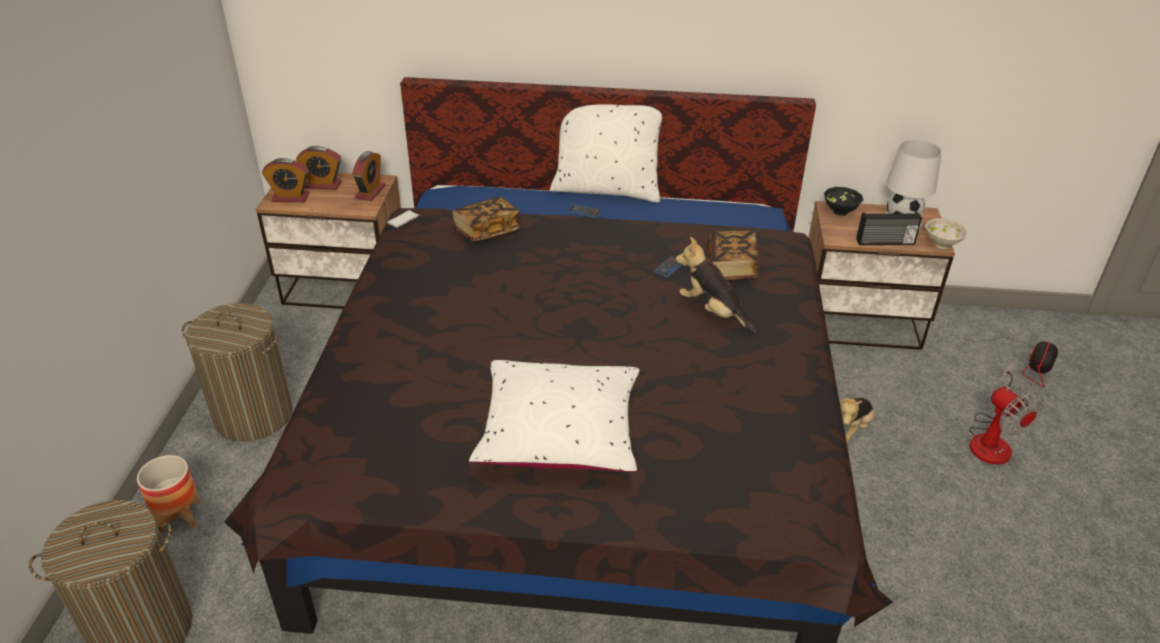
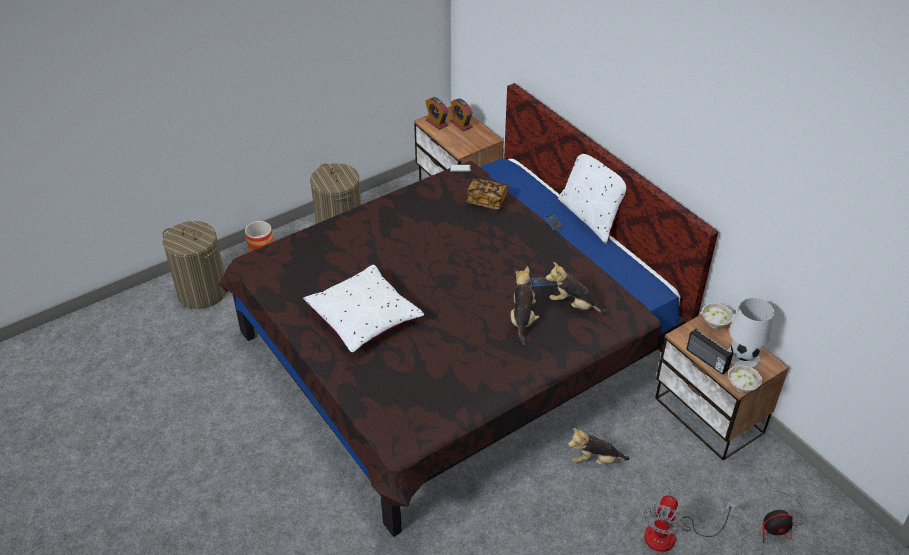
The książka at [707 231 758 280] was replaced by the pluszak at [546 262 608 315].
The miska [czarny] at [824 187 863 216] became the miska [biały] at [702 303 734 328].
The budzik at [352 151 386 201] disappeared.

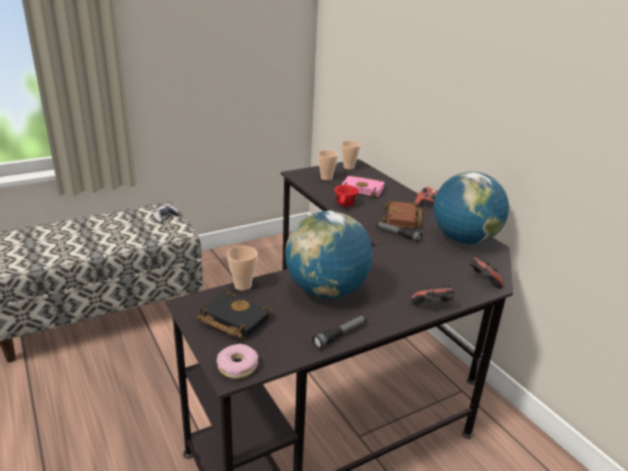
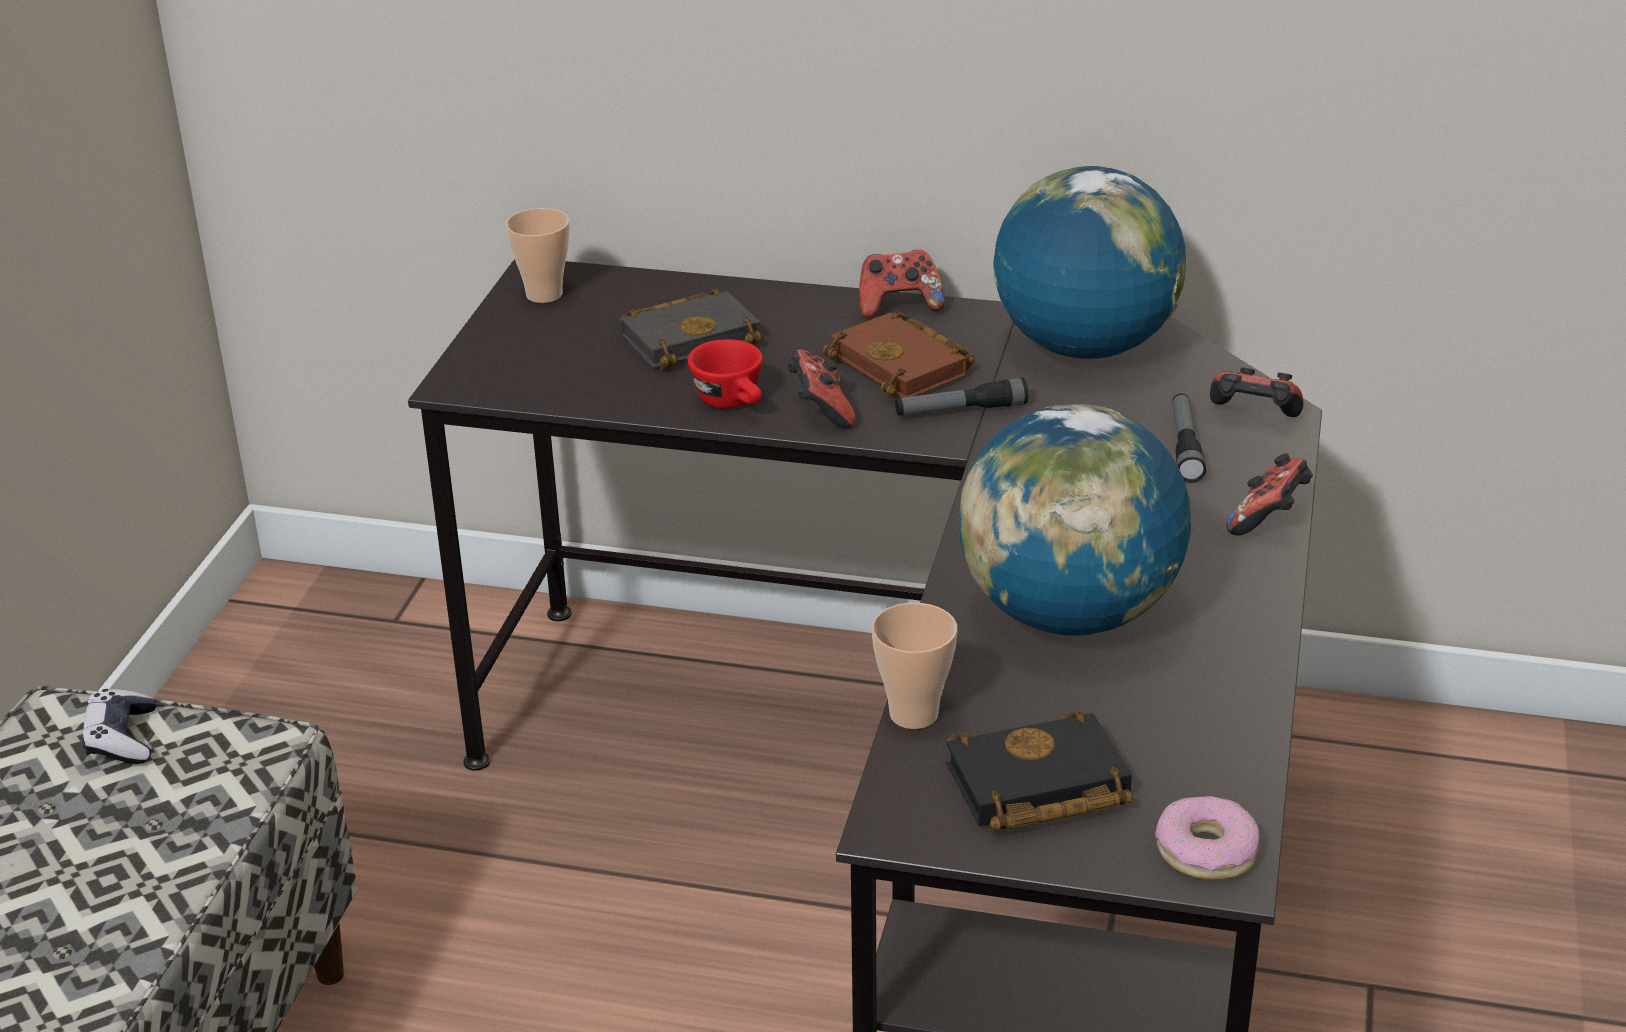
The książka [różowy] at [341 174 385 197] became the książka [czarny] at [620 288 762 370].
The pad do gier at [787 350 855 429] appeared.
The latarka moved from [312 315 367 349] to [1172 393 1206 483].
The filiżanka at [318 150 338 181] disappeared.

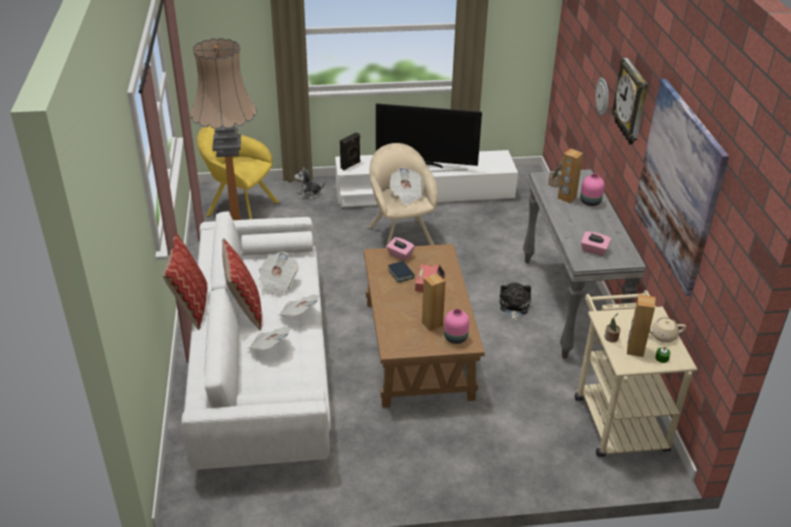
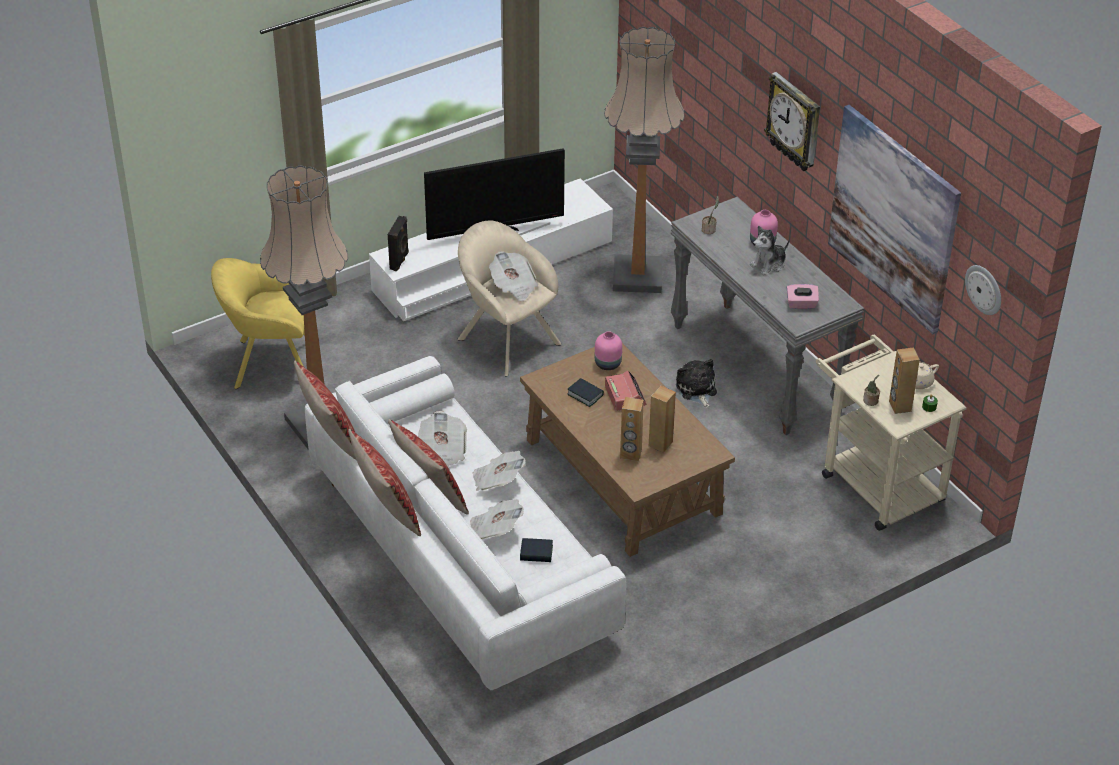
The poduszka at [294 361 356 460] appeared.
The książka at [520 538 553 562] appeared.
The wazon [różowy] moved from [444 309 469 344] to [595 331 622 370].
The lampa stojąca at [604 27 685 293] appeared.
The głośnik [brązowy] moved from [558 149 583 203] to [620 397 644 461].
The pluszak moved from [294 167 325 200] to [750 226 789 275].
The zegar ścienny moved from [595 78 609 116] to [965 265 1001 315].
The pudełko chusteczek [różowy] at [387 237 415 261] disappeared.

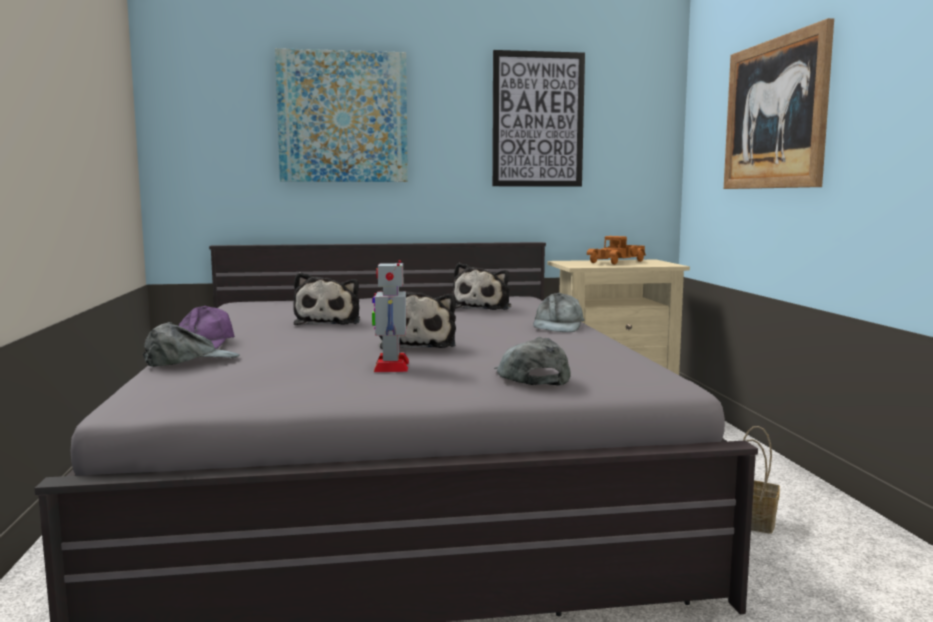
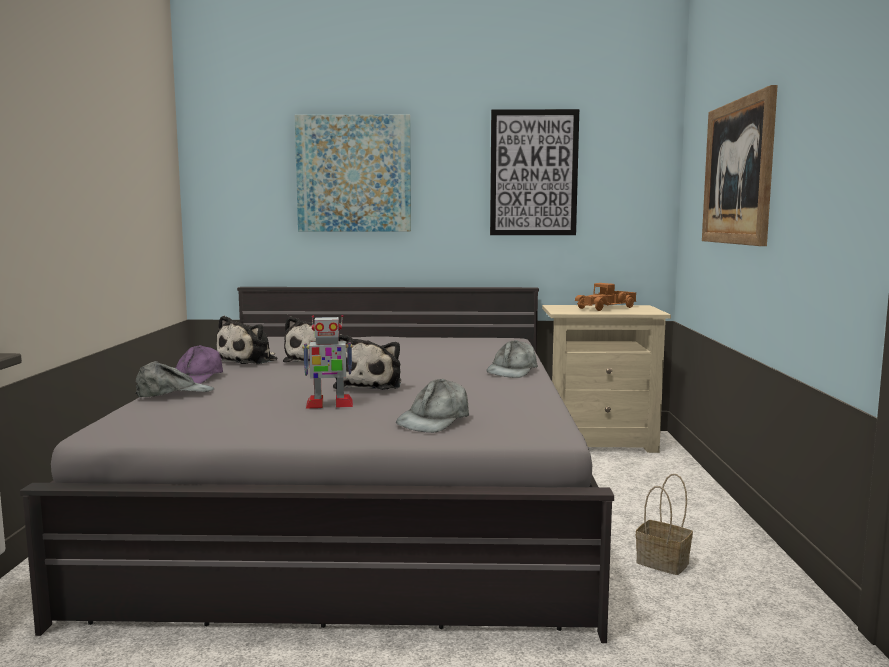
The pluszak moved from [453 263 511 310] to [217 316 277 364].
The robot zabawkowy at [372 260 409 372] turned 105 degrees counterclockwise.
The czapka z daszkiem [szary] at [494 337 571 386] turned 150 degrees counterclockwise.

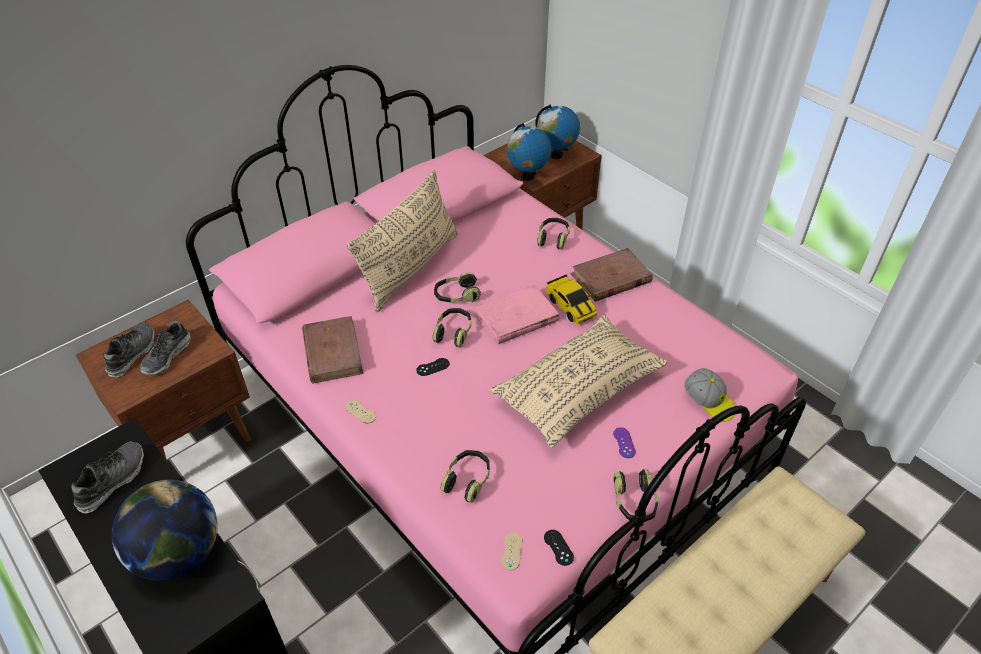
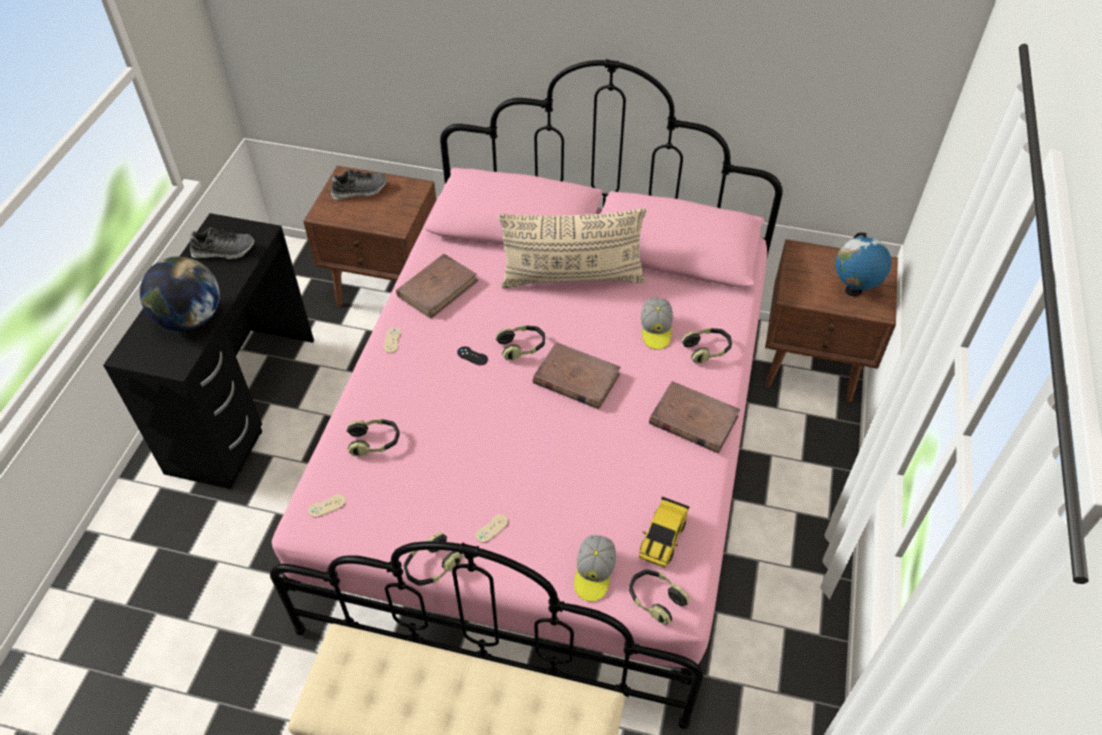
The pad do gier [fioletowy] at [613 427 636 458] became the pad do gier [beżowy] at [475 514 509 543].
The książka [różowy] at [474 285 559 344] became the książka [brązowy] at [533 342 621 409].
The słuchawki moved from [434 272 481 303] to [629 569 690 625].
The samochodzik moved from [546 275 597 324] to [639 497 690 568].
The czapka z daszkiem at [641 298 673 350] appeared.
The but at [140 321 191 375] disappeared.
The poduszka [beżowy] at [490 315 668 448] disappeared.
The globus at [507 123 551 181] disappeared.
The pad do gier [czarny] at [544 530 574 566] disappeared.

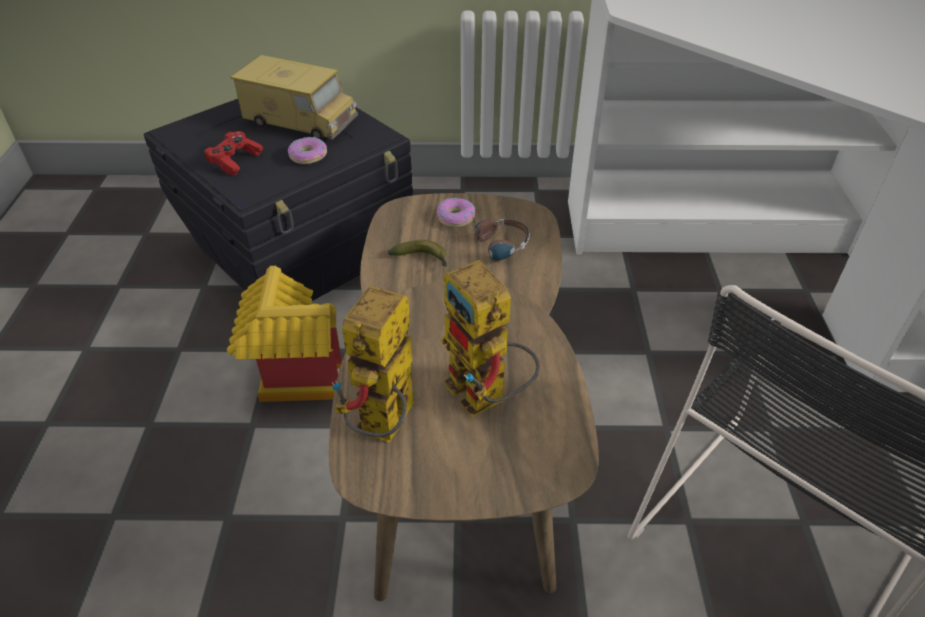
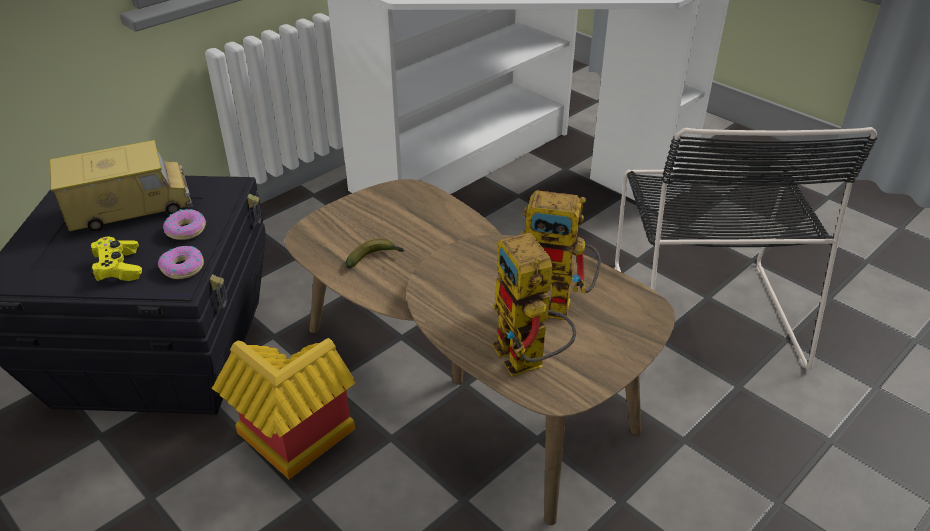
The pad do gier [czerwony] at [204 131 263 176] became the pad do gier [żółty] at [90 236 142 281].
The donut moved from [437 198 475 228] to [158 246 204 279].
The słuchawki at [453 219 530 261] disappeared.

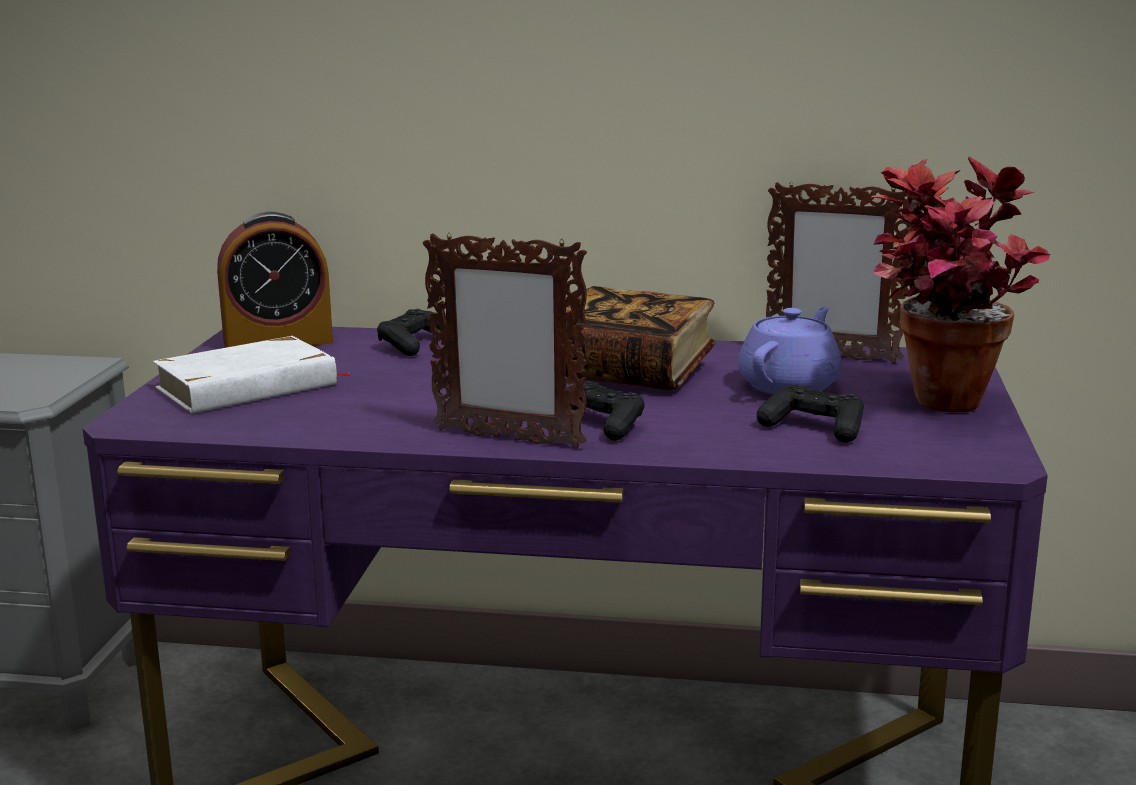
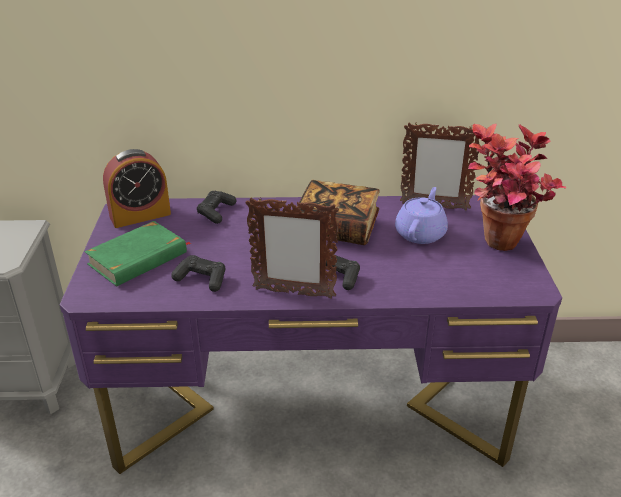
The książka [biały] at [153 336 351 413] became the książka [zielony] at [84 221 191 287].
The pad do gier [czarny] moved from [757 385 864 443] to [171 255 225 292].

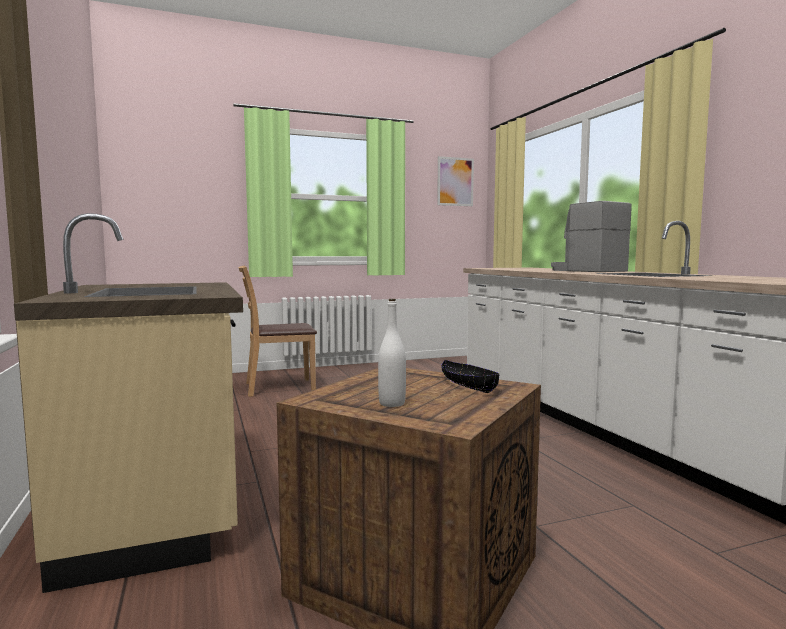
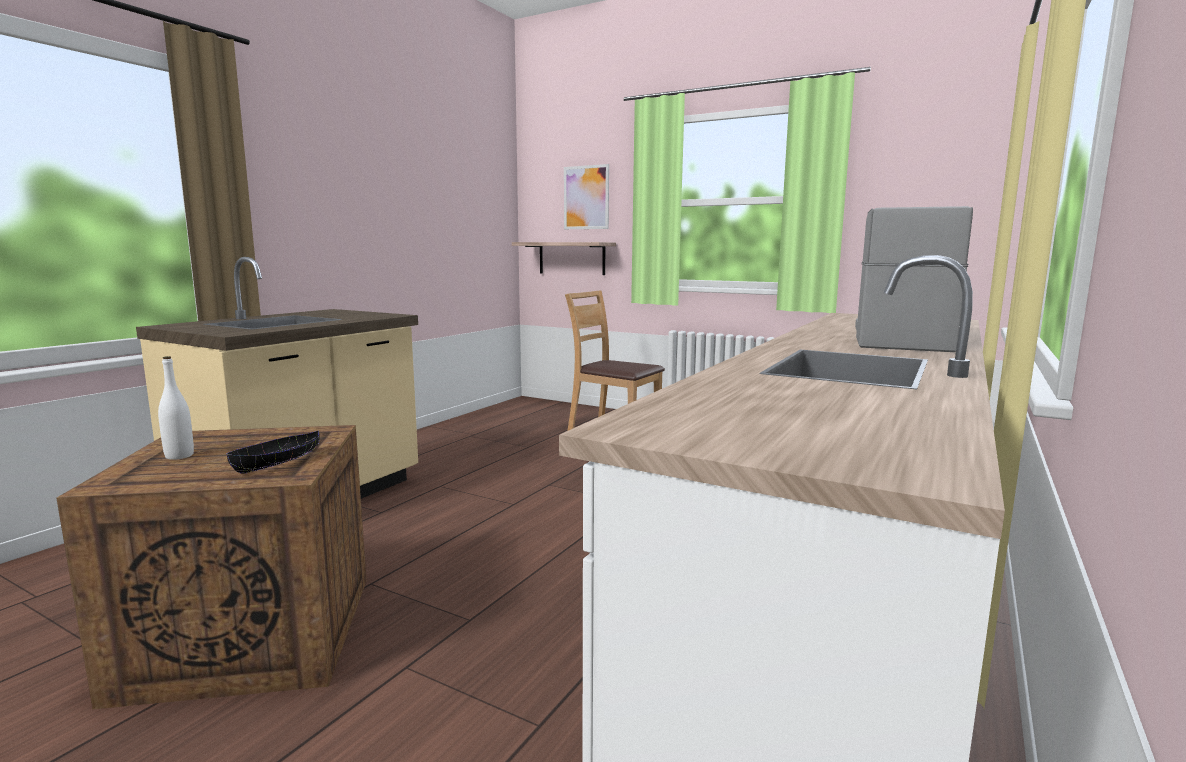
The półka at [512 242 616 275] appeared.
The obraz moved from [437 156 474 206] to [564 164 609 229].

